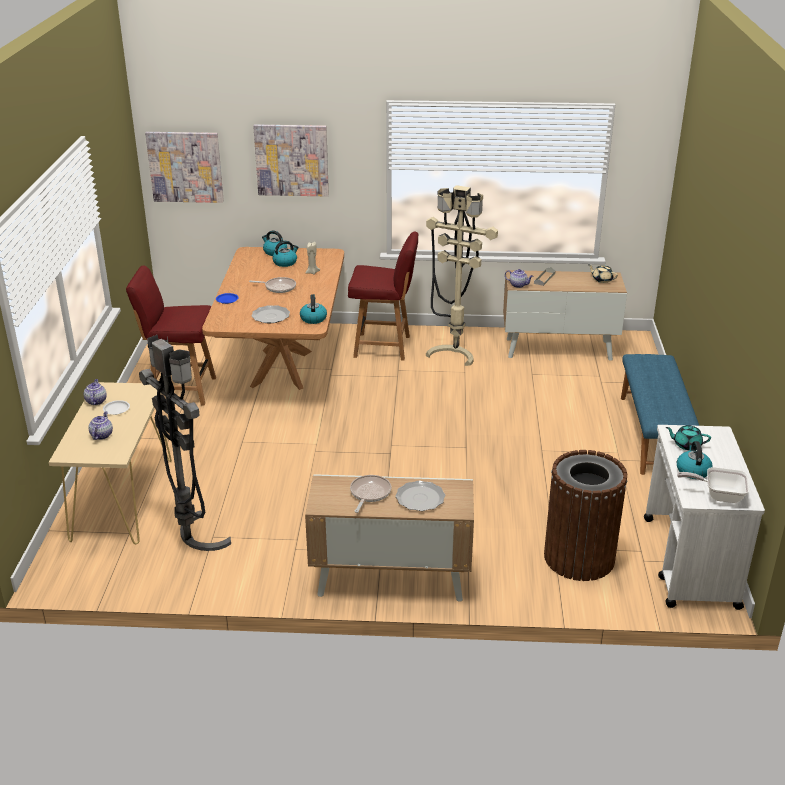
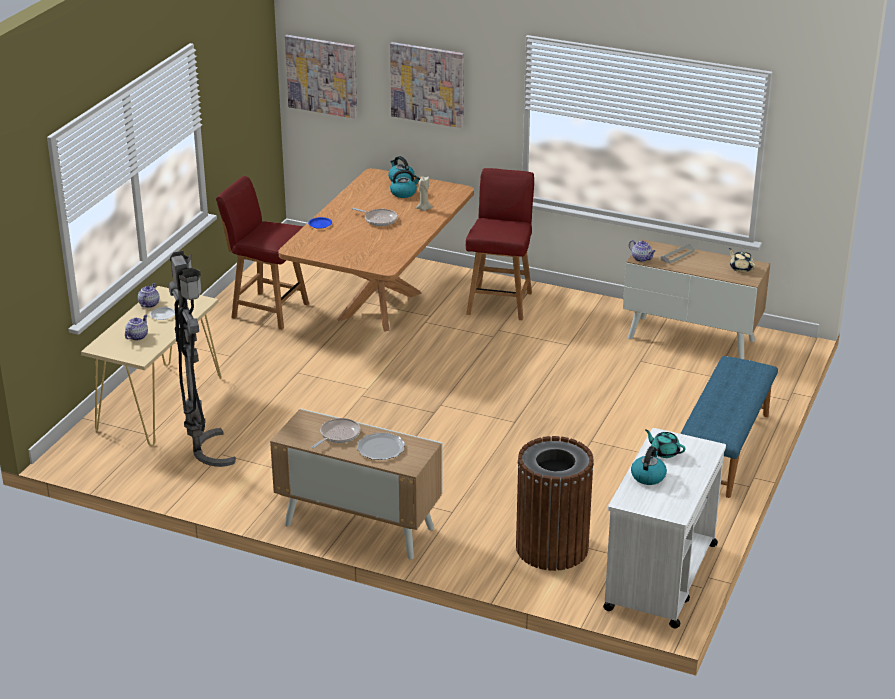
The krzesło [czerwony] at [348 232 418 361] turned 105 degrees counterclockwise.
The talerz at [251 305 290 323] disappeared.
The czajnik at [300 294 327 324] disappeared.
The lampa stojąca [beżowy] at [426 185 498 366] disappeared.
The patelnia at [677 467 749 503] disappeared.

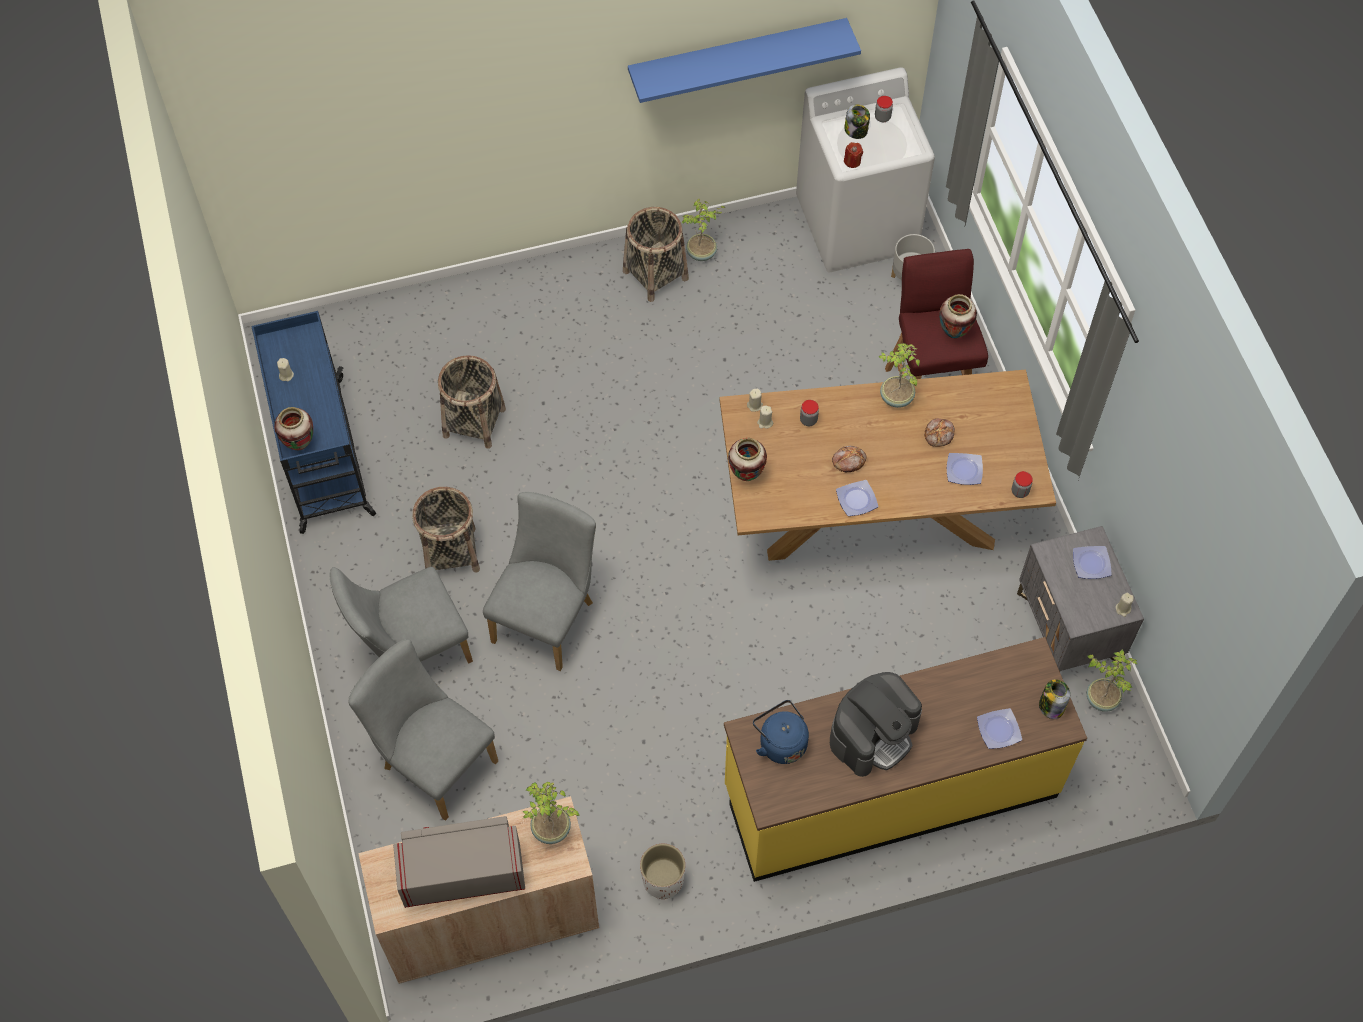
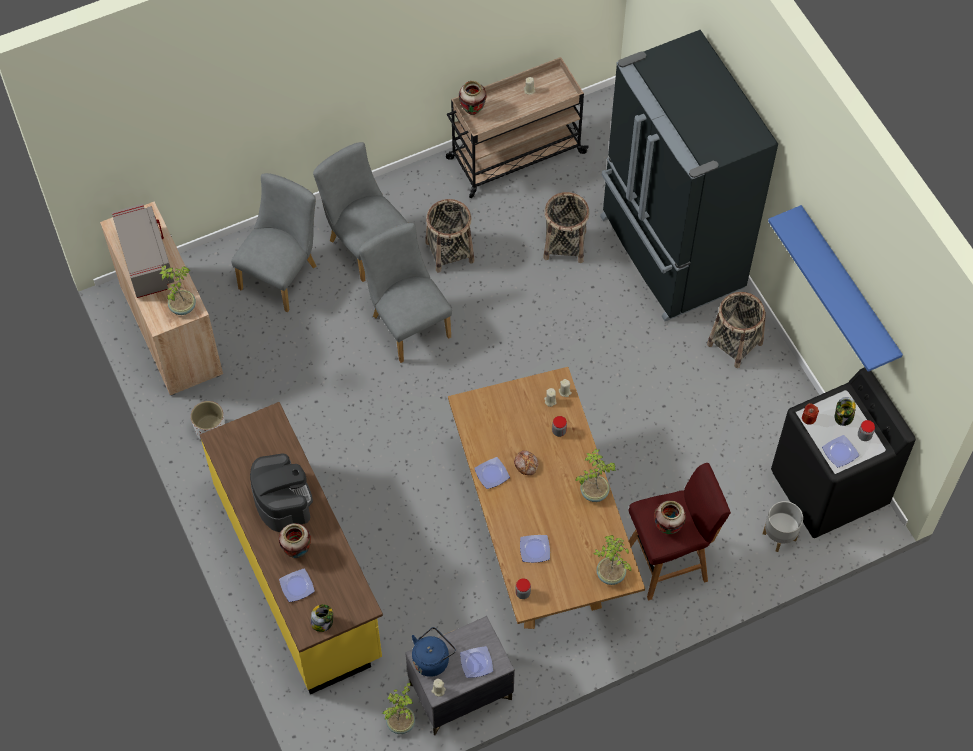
The ekspres do kawy at [830 672 922 777] turned 150 degrees counterclockwise.
The wazon moved from [728 438 767 481] to [279 523 311 558].
The krzesło [szary] at [483 492 596 671] turned 135 degrees counterclockwise.
The czajnik [niebieski] moved from [753 700 809 764] to [412 627 456 677].
The wózek [niebieski] at [251 311 376 534] became the wózek [beżowy] at [446 57 589 198].
The roślina doniczkowa moved from [681 198 726 261] to [594 535 631 585].
The lodówka [czarny] at [600 30 778 321] appeared.
The pralka [biały] at [796 67 935 272] became the pralka [czarny] at [771 367 916 538].
The talerz at [822 435 859 467] appeared.
The chleb at [925 418 955 447] disappeared.

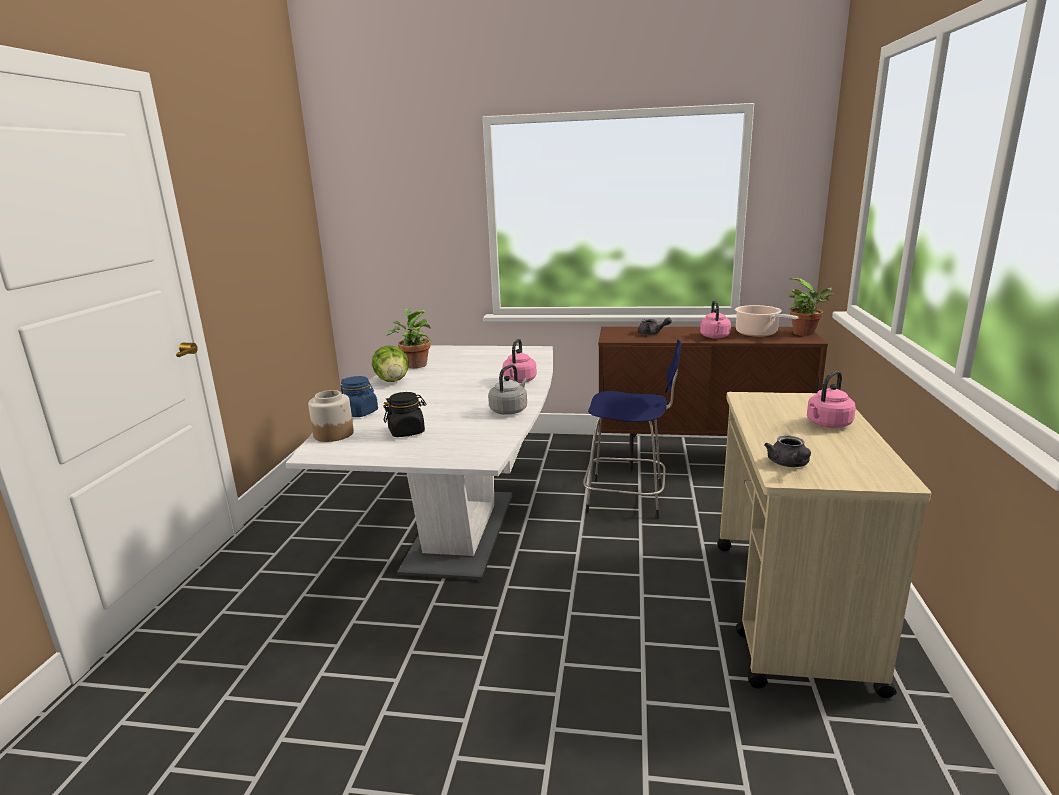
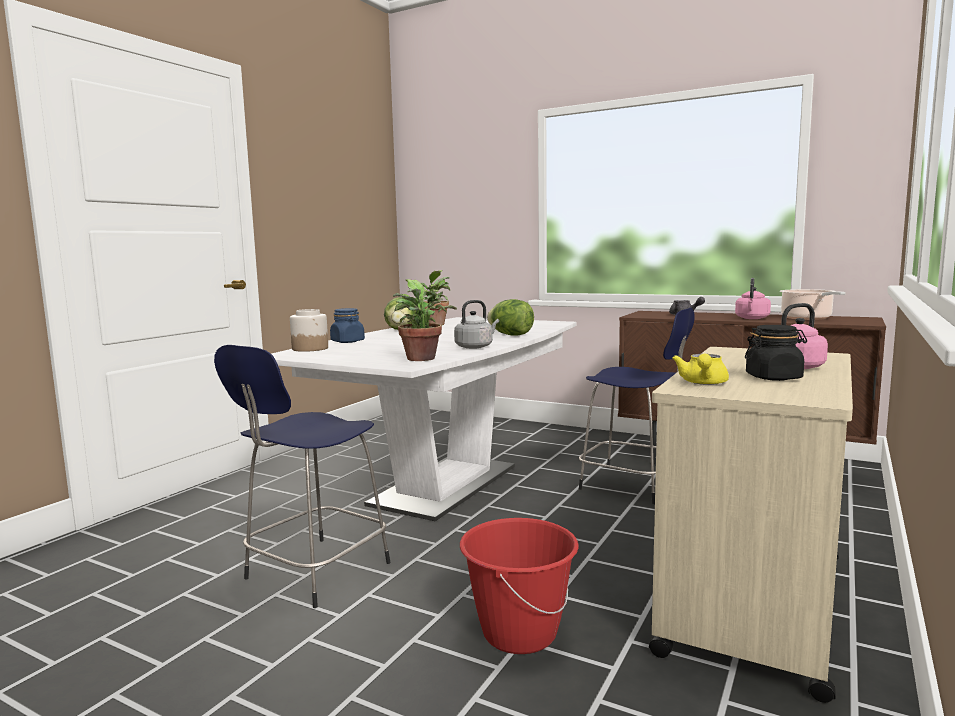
The stołek [niebieski] at [214 345 390 608] appeared.
The roślina doniczkowa moved from [788 278 834 336] to [393 279 457 361].
The wiadro [czerwony] at [460 518 578 654] appeared.
The czajnik [różowy] at [502 339 537 383] was replaced by the sałata at [487 299 534 336].
The imbryk [szary] at [764 436 811 467] became the imbryk [żółty] at [672 354 729 385].
The słoik [czarny] moved from [383 392 426 437] to [745 325 807 381].

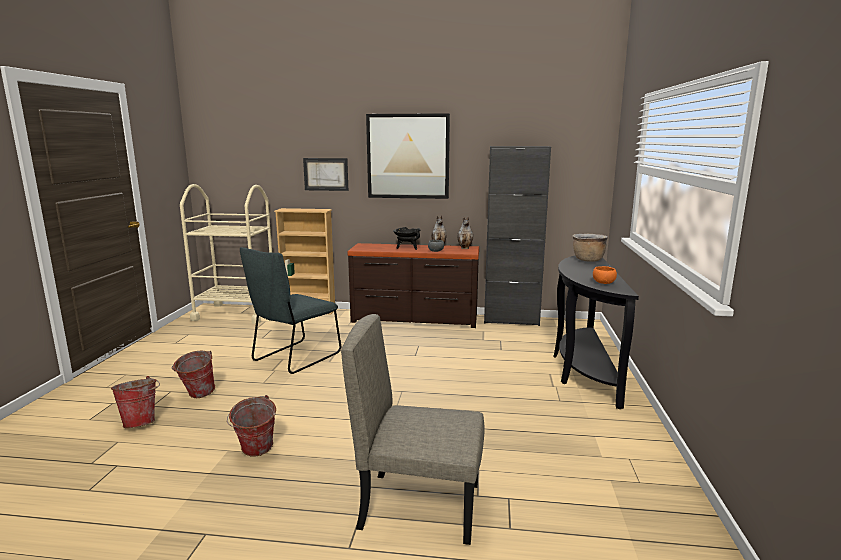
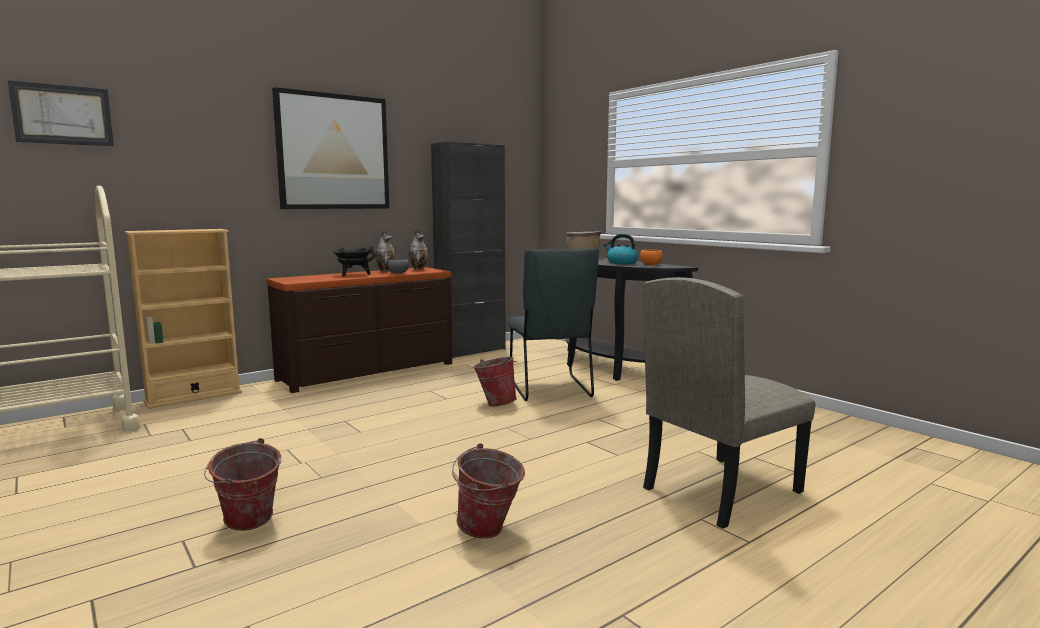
The obraz moved from [303 158 348 191] to [8 80 114 146].
The wiadro moved from [111 376 160 428] to [473 357 517 406].
The krzesło [szary] moved from [240 247 341 374] to [508 248 599 401].
The czajnik at [604 234 638 264] appeared.

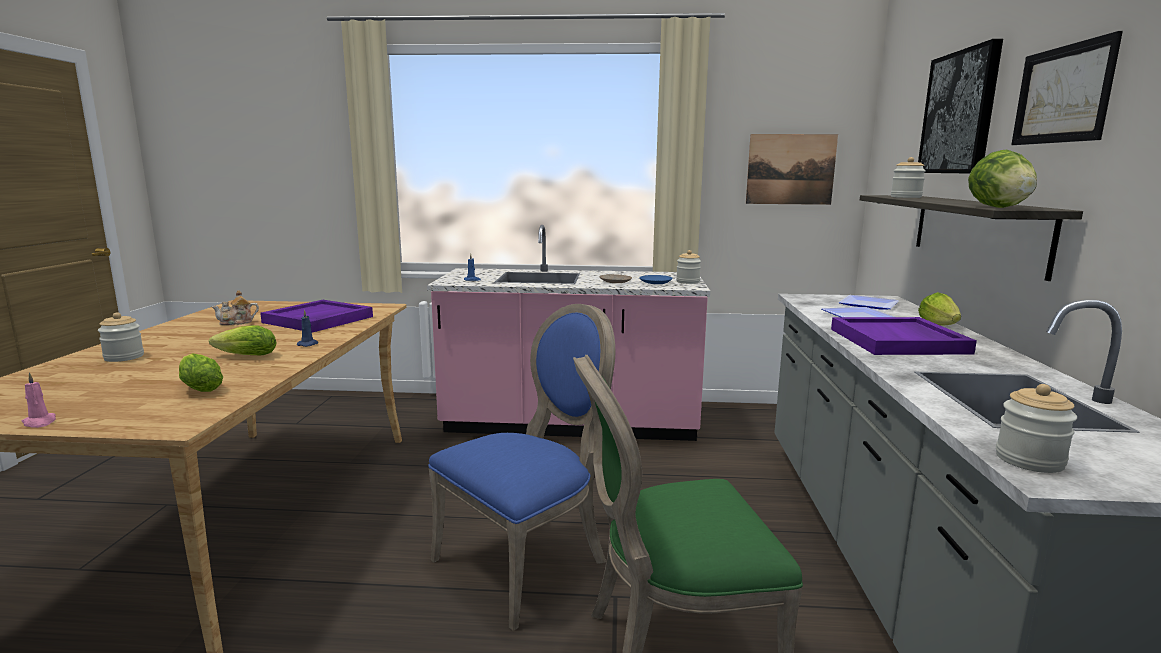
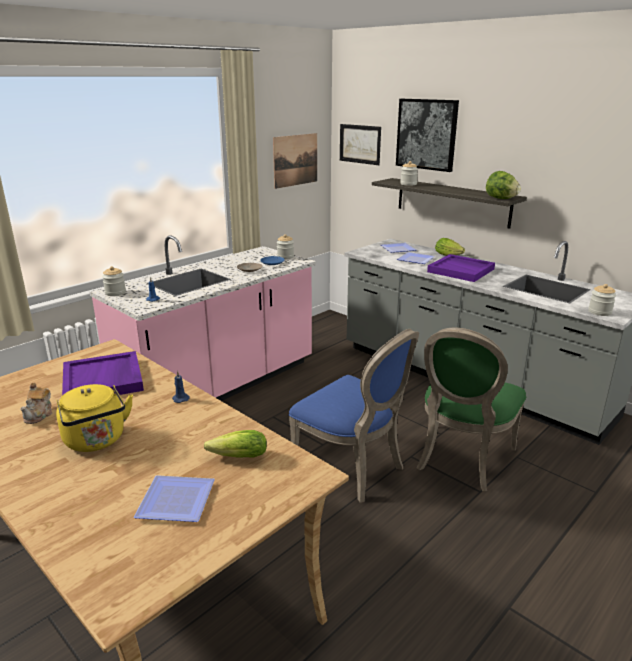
The czajnik [żółty] at [56 384 133 452] appeared.
The słoik moved from [98 312 144 362] to [102 266 126 296].
The talerz at [134 475 215 522] appeared.
The krzesło [niebieski] at [428 304 615 631] turned 135 degrees clockwise.
The obraz moved from [1011 31 1123 145] to [340 124 381 165].
The świeca [różowy] at [22 373 56 428] disappeared.
The sałata at [209 325 276 355] disappeared.

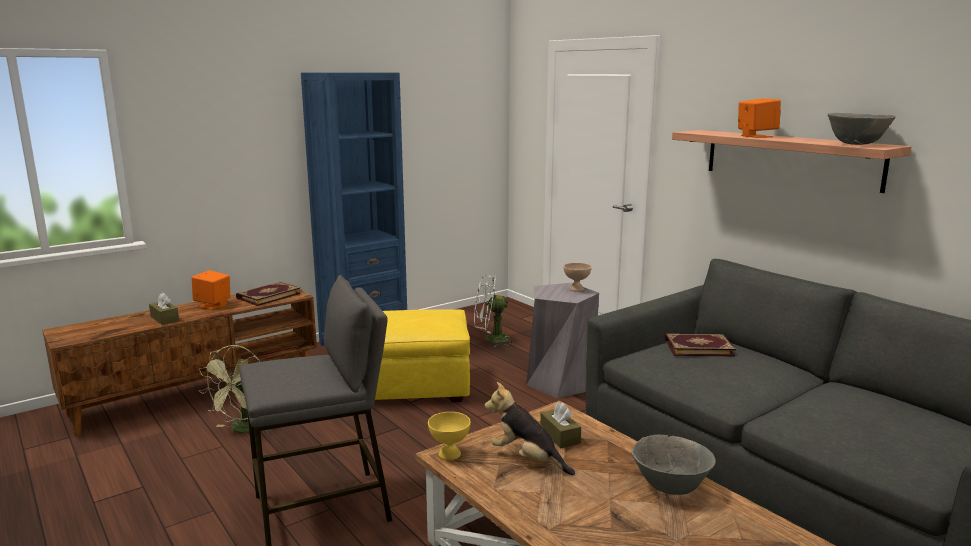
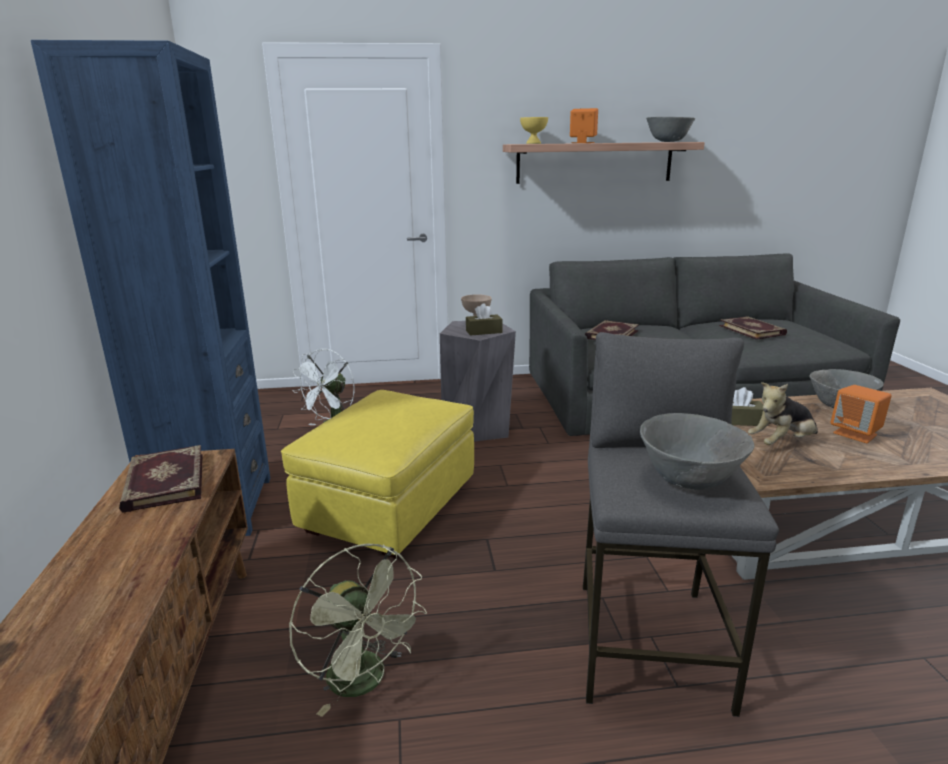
The pudełko chusteczek [brązowy] moved from [149 293 179 325] to [466 303 502 336].
The miska [żółty] moved from [428 412 471 461] to [520 117 548 144].
The miska [szary] at [640 413 755 490] appeared.
The książka at [719 316 787 340] appeared.
The głośnik [pomarańczowy] moved from [192 270 230 310] to [830 385 892 443].

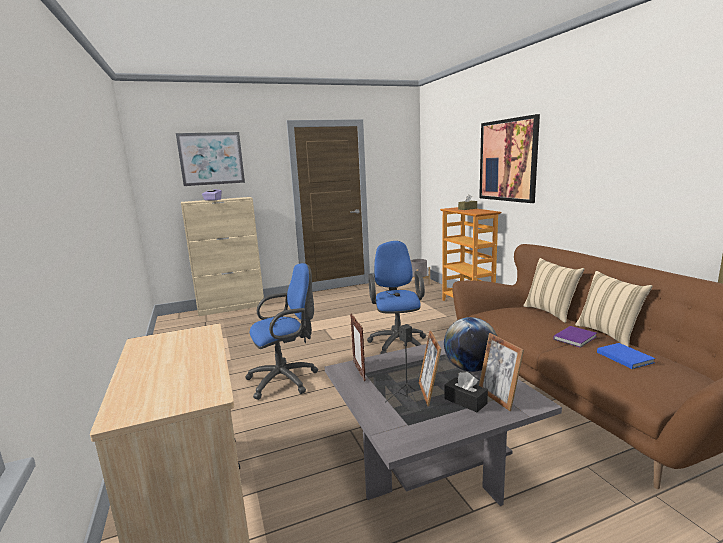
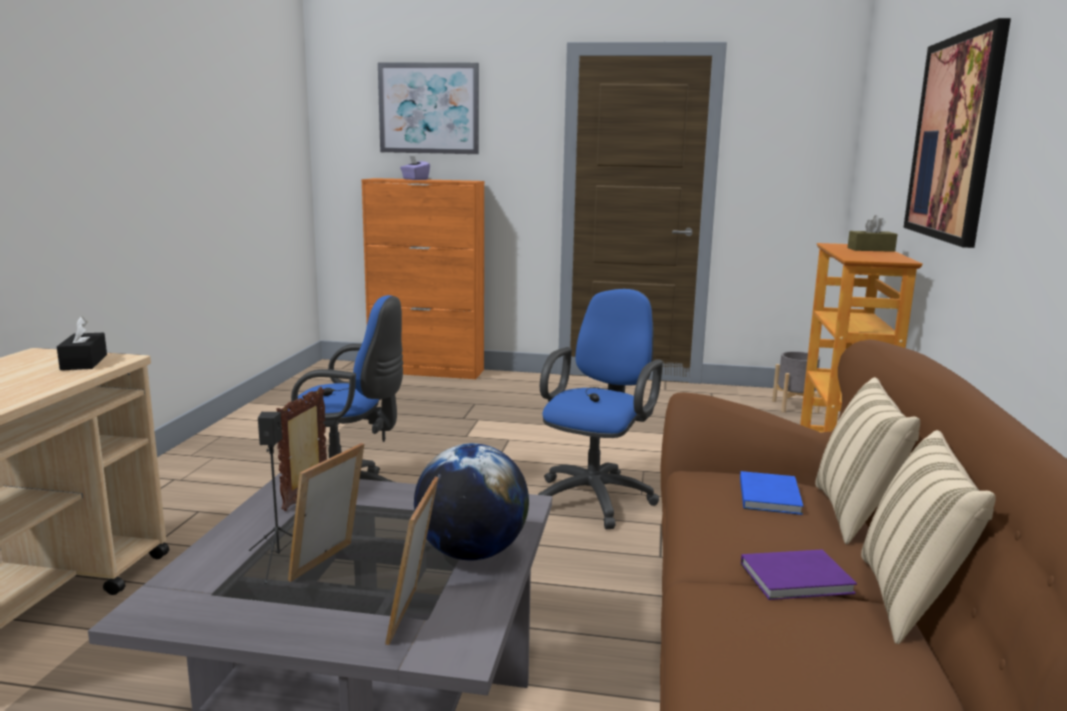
The pudełko chusteczek [czarny] moved from [444 372 488 412] to [57 316 107 370].
The szafka [beżowy] at [181 197 265 316] became the szafka [pomarańczowy] at [361 178 484 379].
The książka [niebieski] moved from [597 343 655 369] to [740 471 804 515].

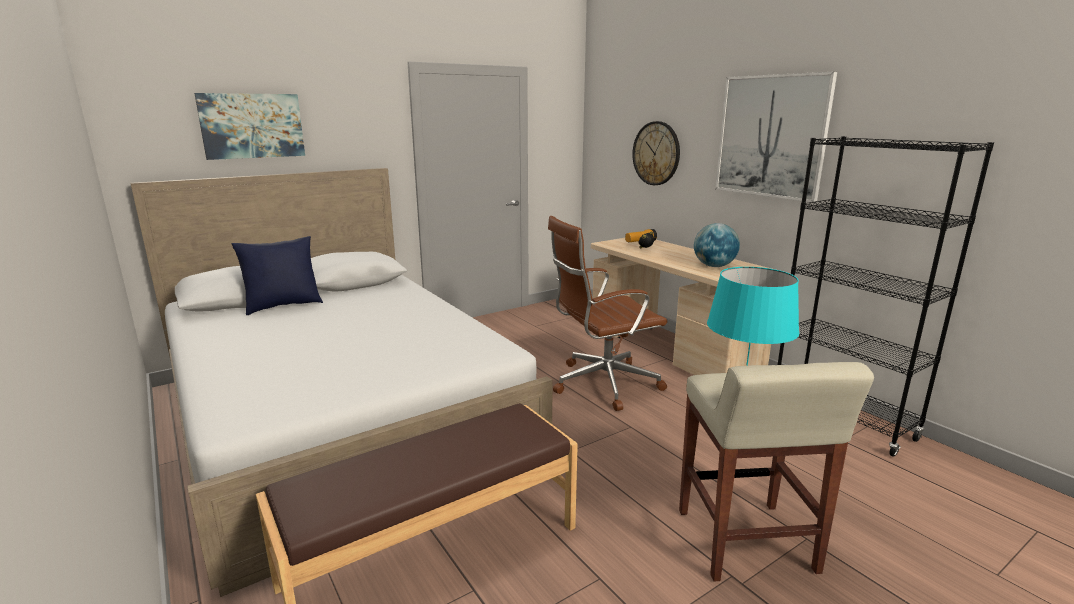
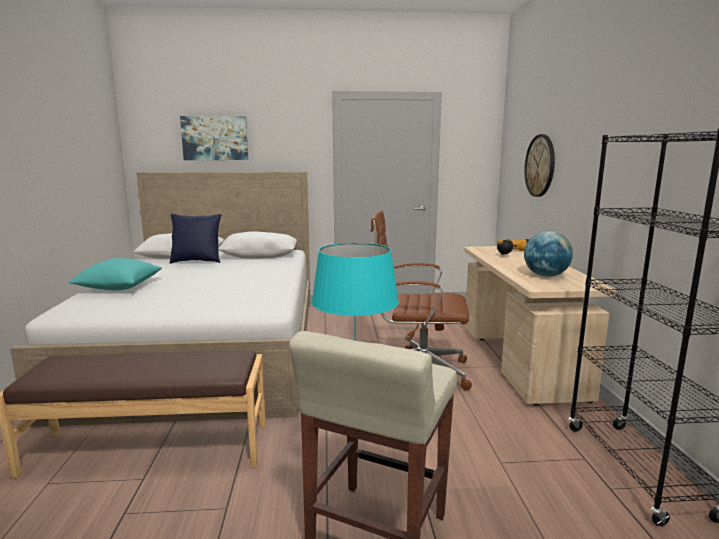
The poduszka [turkusowy] at [68 258 162 290] appeared.
The obraz at [715 72 837 203] disappeared.

